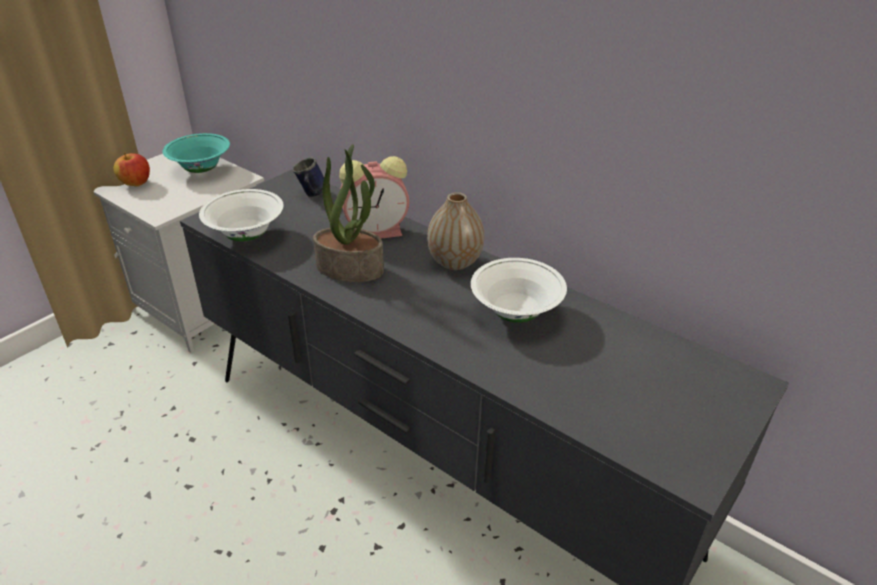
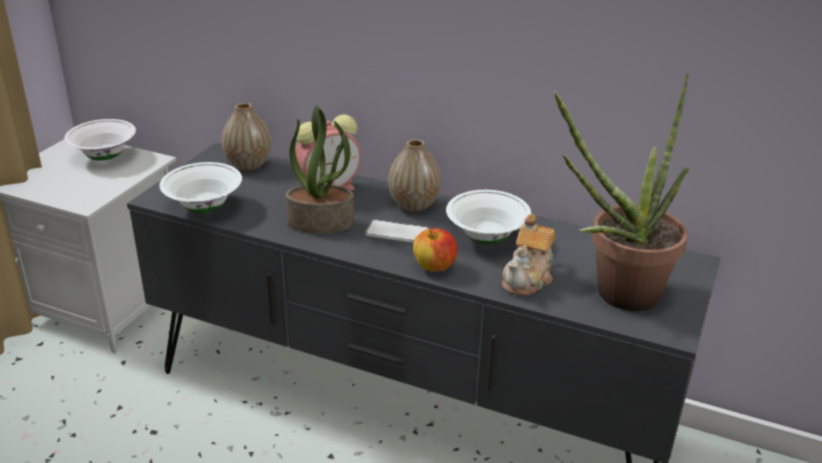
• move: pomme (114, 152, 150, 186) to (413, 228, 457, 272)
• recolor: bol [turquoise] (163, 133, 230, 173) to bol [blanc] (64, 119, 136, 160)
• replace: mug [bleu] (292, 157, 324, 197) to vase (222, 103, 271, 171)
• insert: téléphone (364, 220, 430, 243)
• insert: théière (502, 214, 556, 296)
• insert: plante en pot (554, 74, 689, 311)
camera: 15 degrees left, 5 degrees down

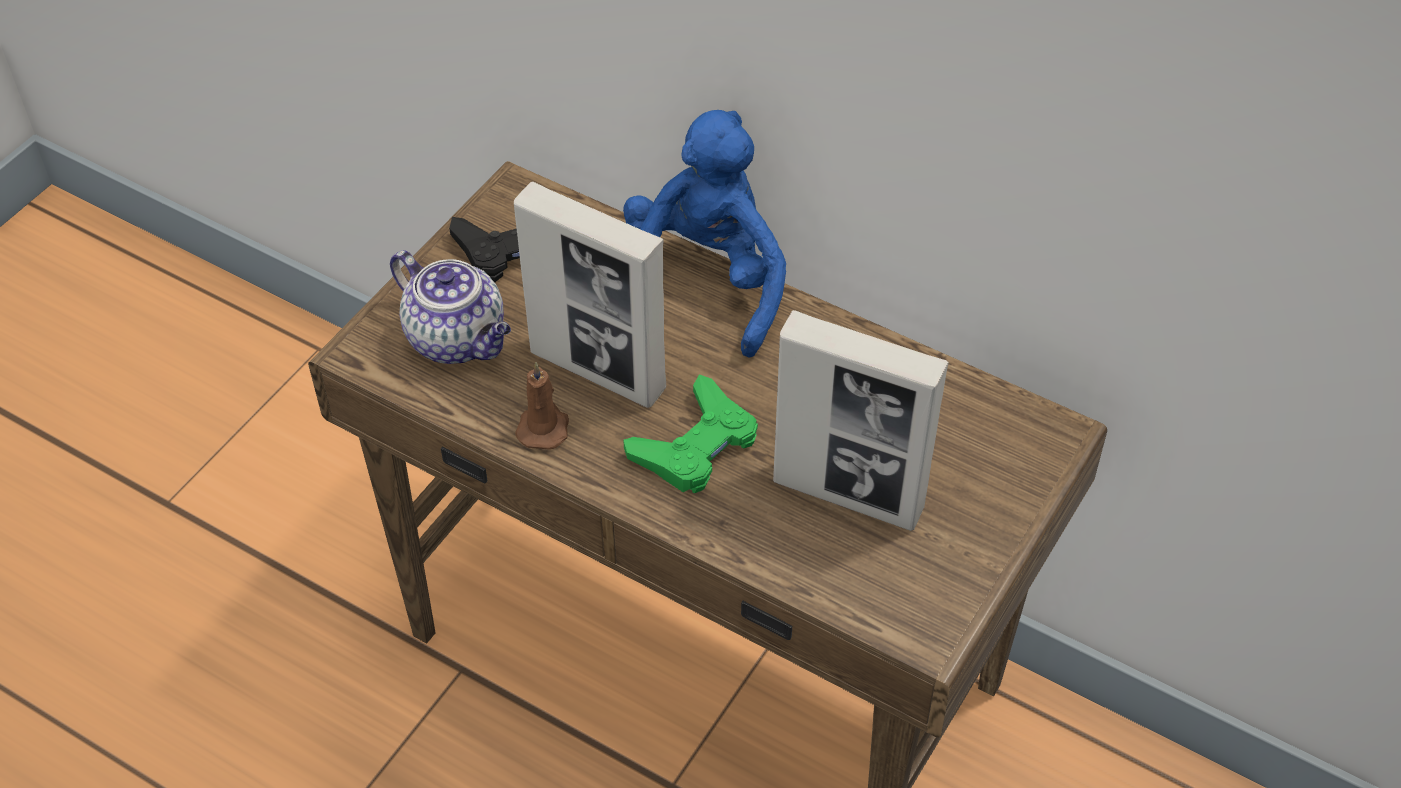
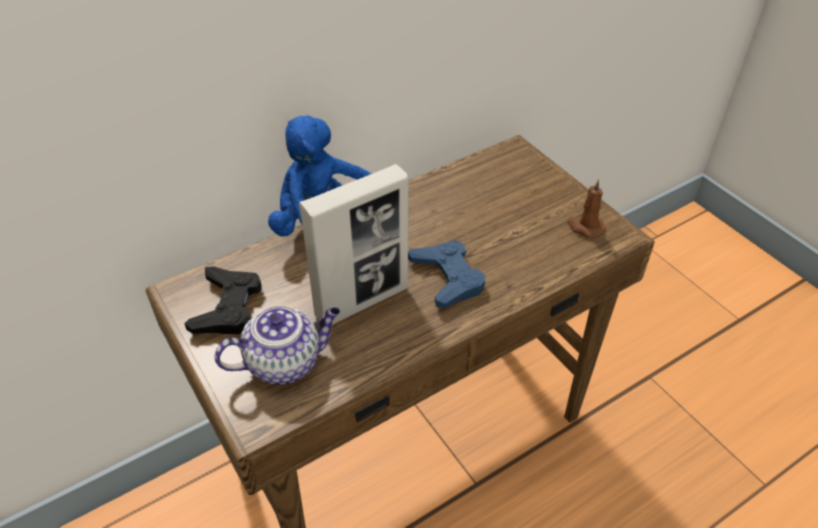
• move: bougie [marron] (515, 362, 569, 450) to (567, 179, 606, 238)
• recolor: manette [vert] (623, 374, 758, 493) to manette [bleu] (408, 240, 485, 308)
• delete: cadre photo (773, 310, 949, 531)
camera: 65 degrees left, 5 degrees down

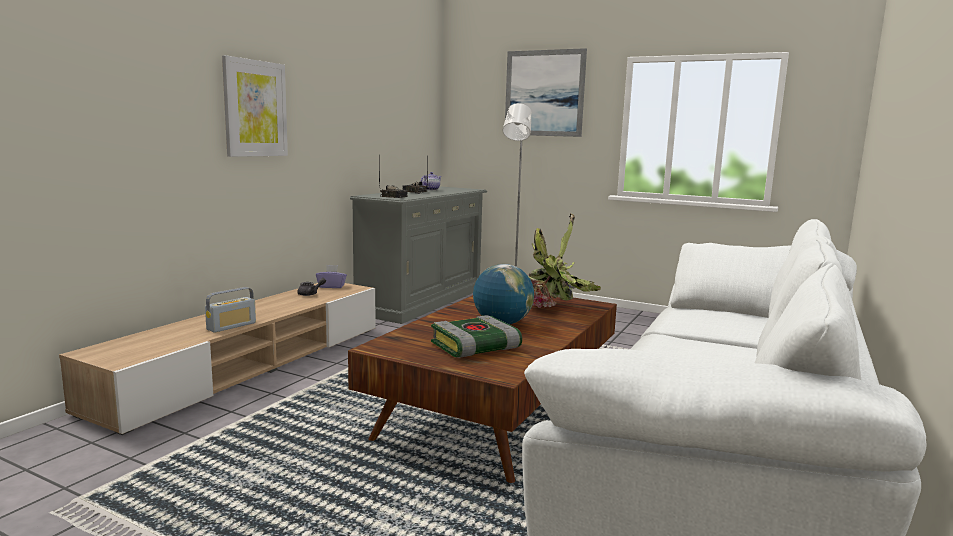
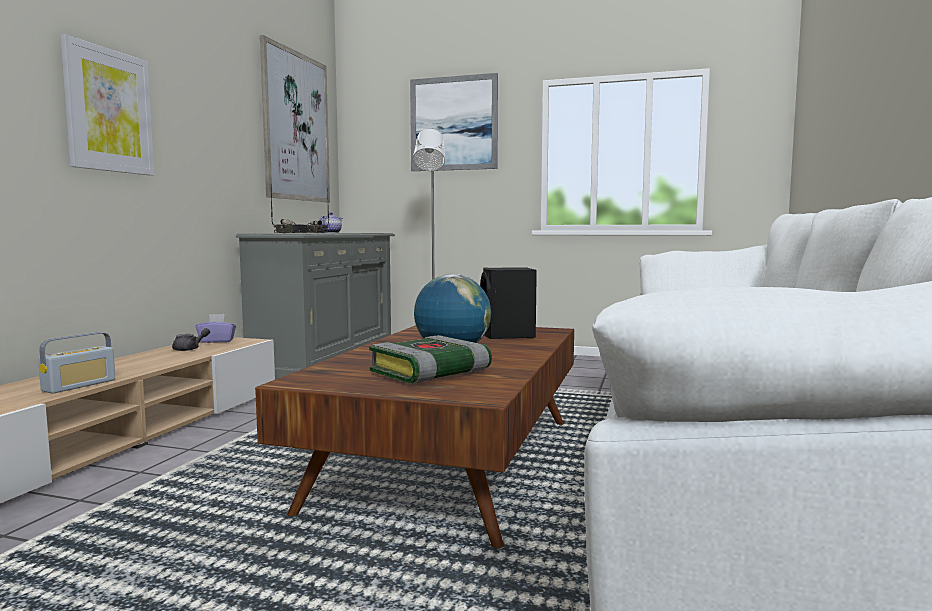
• replace: plante en pot (528, 213, 601, 308) to enceinte [noir] (480, 267, 537, 339)
• insert: tableau (260, 35, 330, 203)
camera: 10 degrees left, 5 degrees down

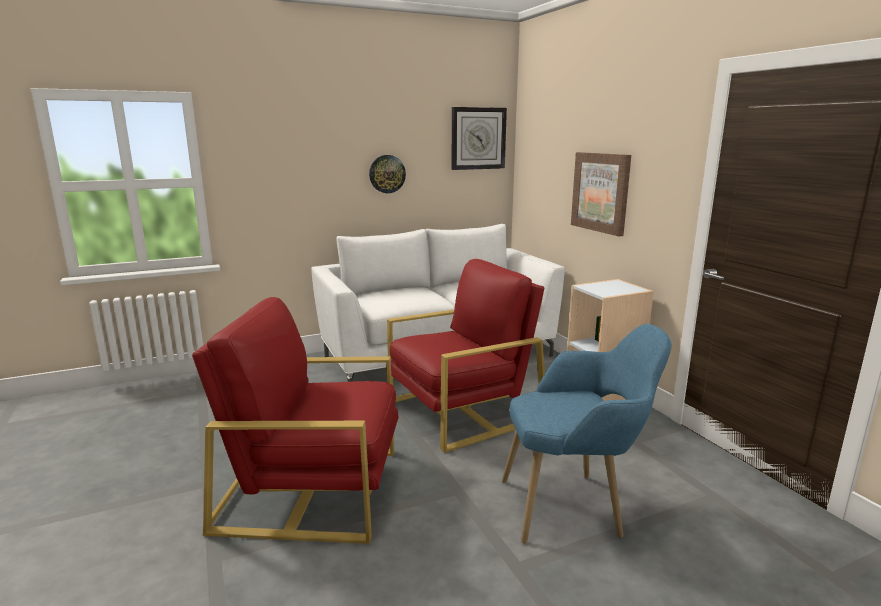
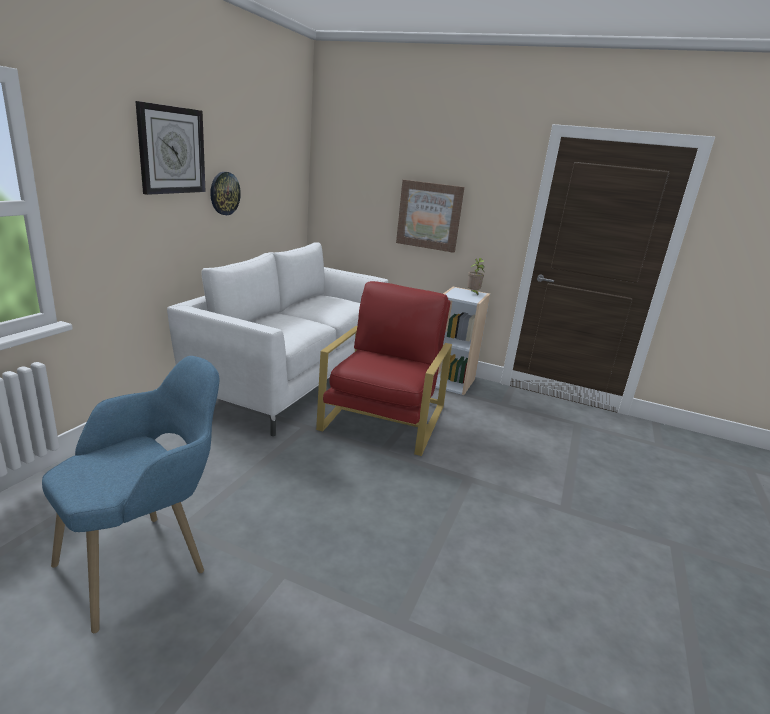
• delete: fauteuil [rouge] (192, 297, 398, 544)
• move: horloge murale (451, 107, 507, 170) to (135, 101, 206, 195)
• move: fauteuil [bleu] (502, 324, 671, 544) to (42, 356, 219, 633)
• insert: plante en pot (467, 258, 485, 294)
camera: 45 degrees left, 5 degrees up

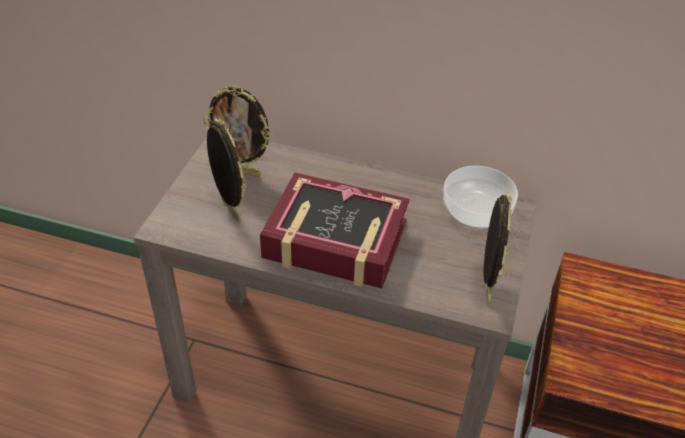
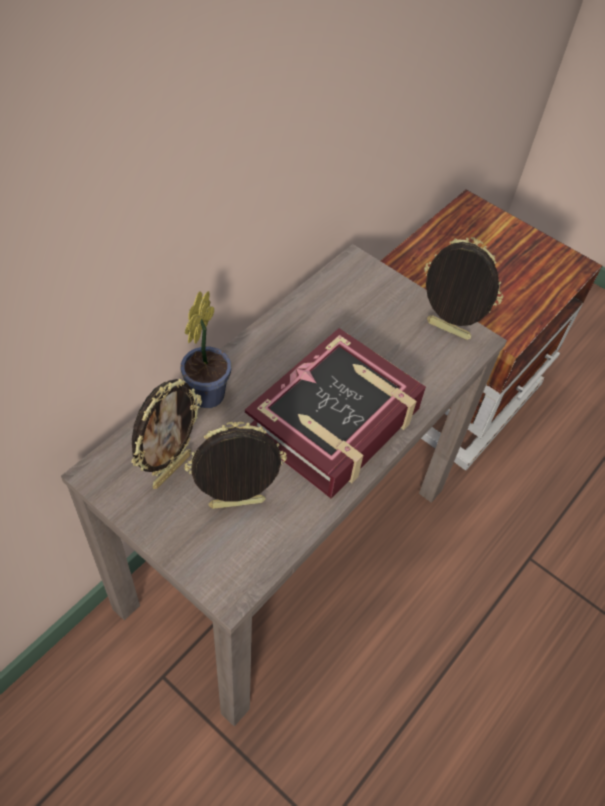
• delete: bol (443, 166, 518, 229)
• insert: plante en pot (181, 291, 231, 408)
camera: 70 degrees left, 10 degrees up

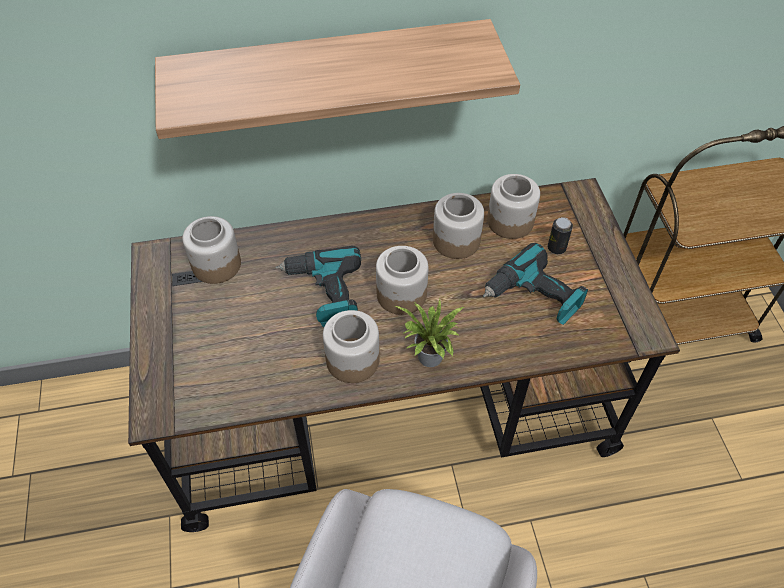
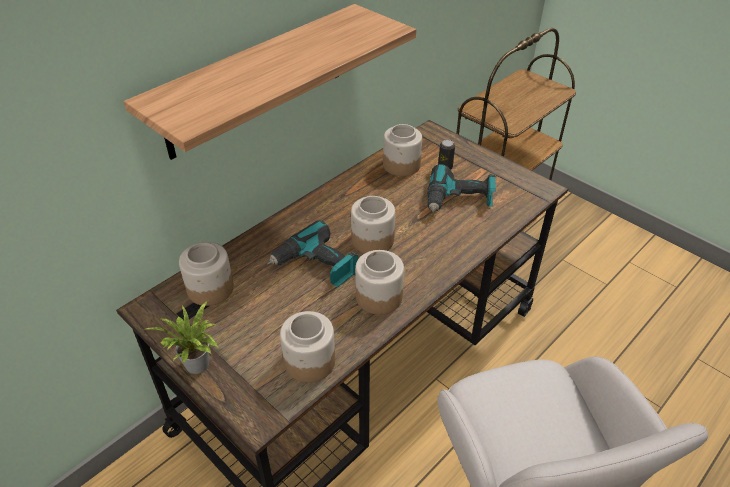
• move: plante en pot (395, 299, 464, 367) to (143, 301, 218, 374)
• move: bocal (433, 193, 484, 259) to (280, 311, 335, 383)
camera: 35 degrees left, 10 degrees down

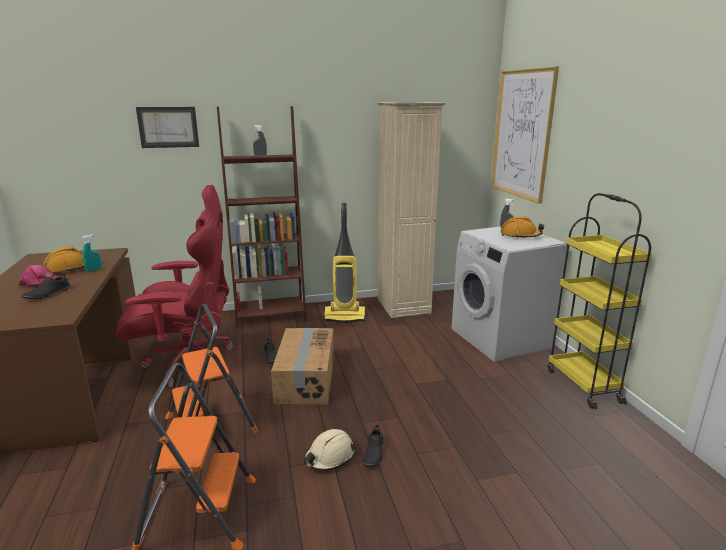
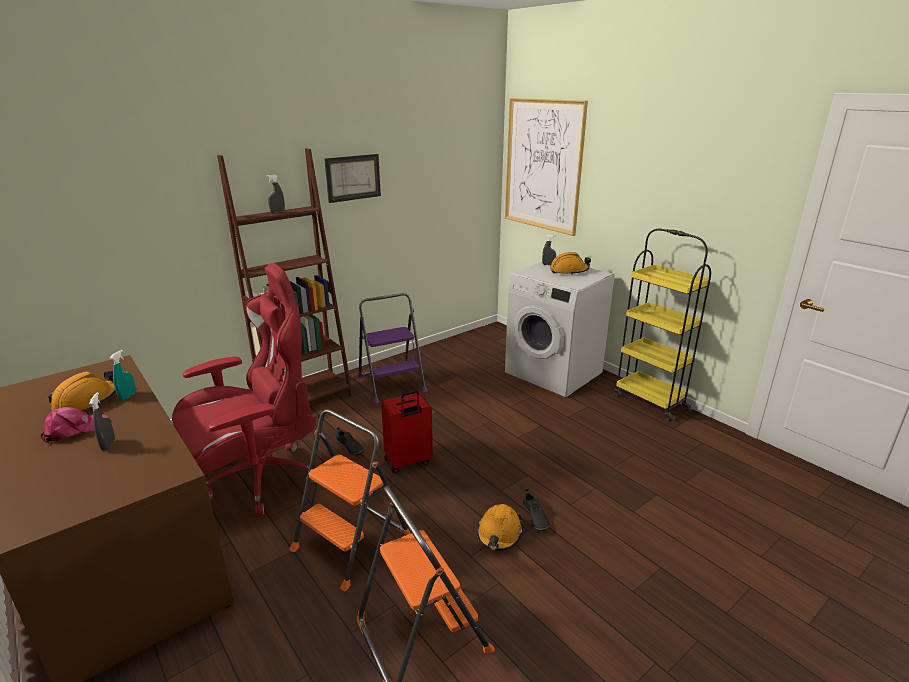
• replace: chaussure [noir] (21, 273, 71, 299) to vaporisateur [gris] (89, 392, 115, 451)
• move: tableau (136, 107, 199, 148) to (324, 154, 381, 203)
• replace: carton (271, 328, 334, 405) to valise [rouge] (381, 390, 433, 473)
• recolor: casque de chantier [beige] (304, 429, 356, 471) to casque de chantier [orange] (477, 504, 523, 551)
• replace: aspirateur (323, 203, 365, 323) to escabeau [violet] (358, 293, 428, 403)
• delete: meuble de rangement [beige] (377, 102, 446, 318)
camera: 25 degrees left, 5 degrees up

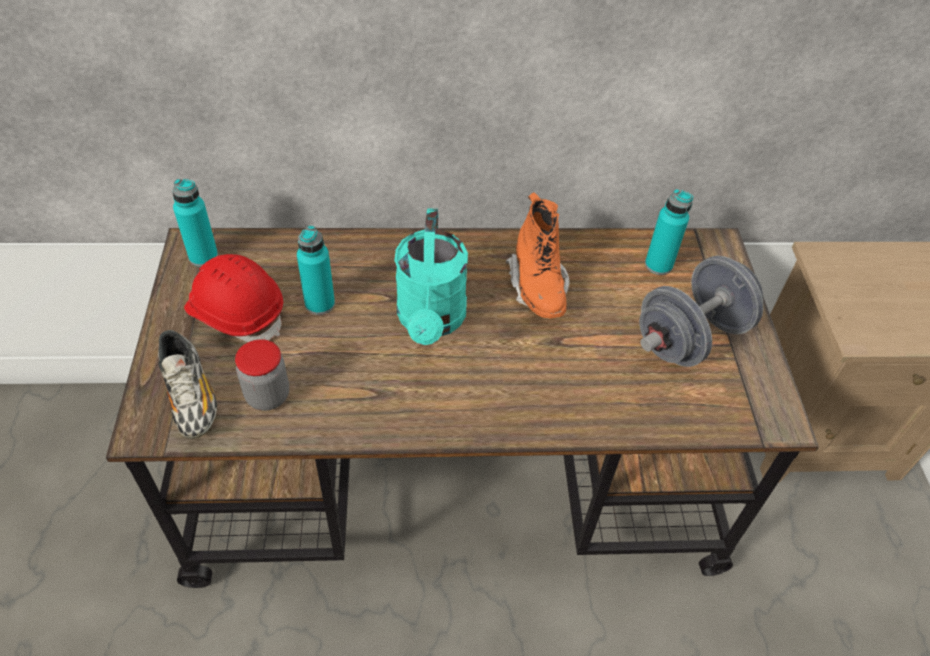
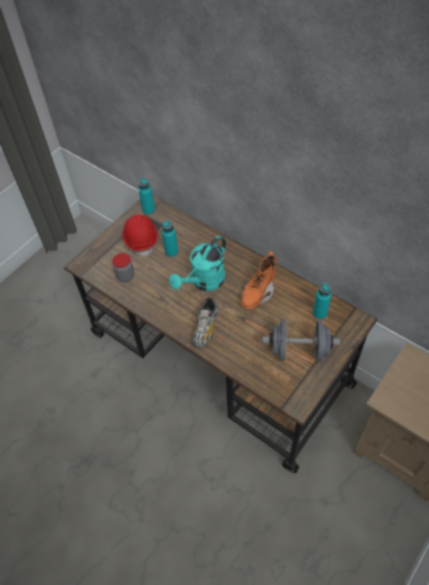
• move: chaussure (158, 330, 217, 439) to (192, 297, 219, 347)
camera: 45 degrees right, 5 degrees up

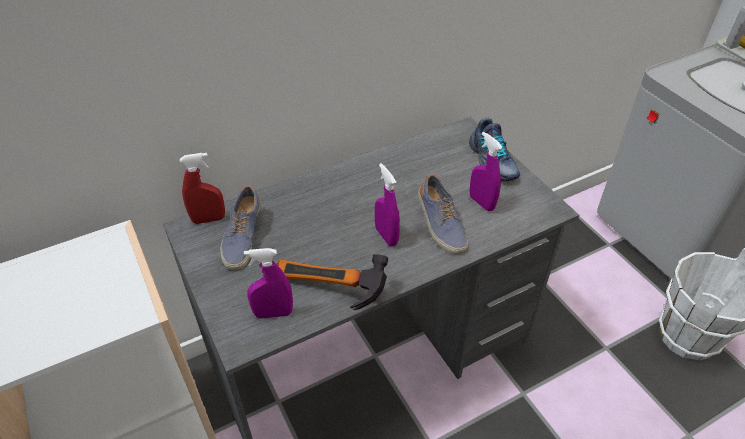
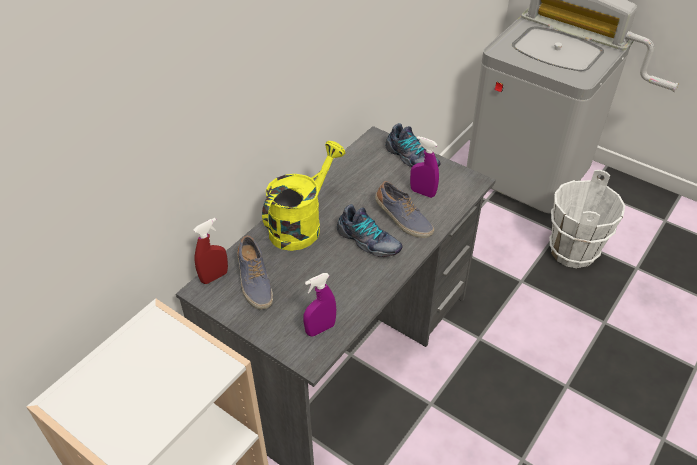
• delete: marteau (277, 254, 388, 310)
• replace: vaporisateur [violet] (375, 163, 400, 246) to chaussure (337, 204, 403, 257)
• insert: arrosoir [jaune] (262, 141, 345, 251)
camera: 25 degrees left, 0 degrees up

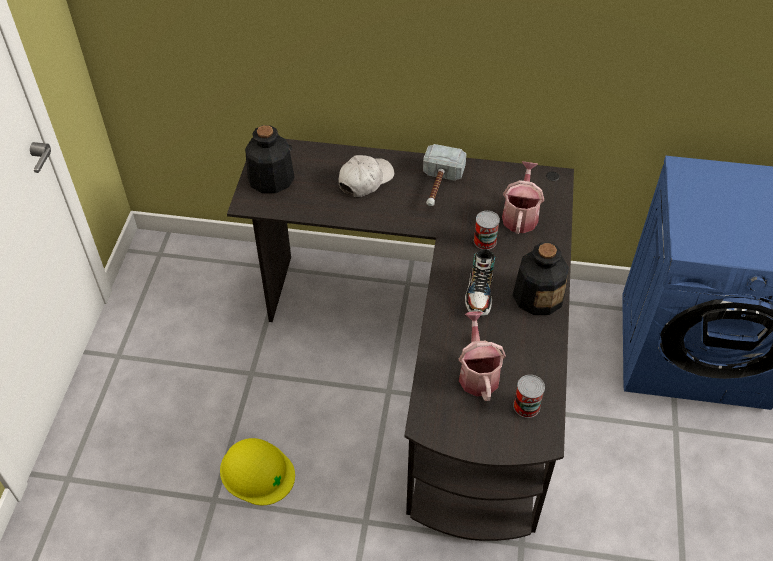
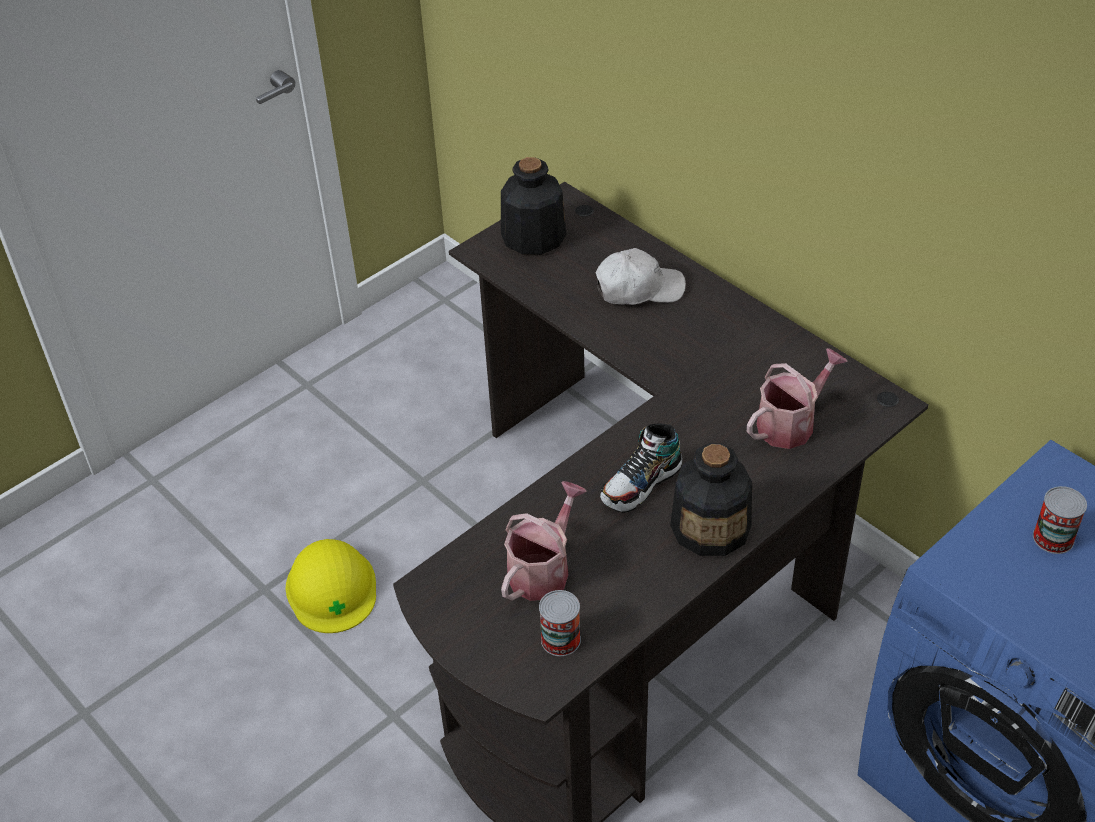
• delete: marteau (423, 144, 467, 206)
• move: boîte métallique (474, 211, 500, 250) to (1033, 486, 1087, 554)
camera: 40 degrees right, 5 degrees down

